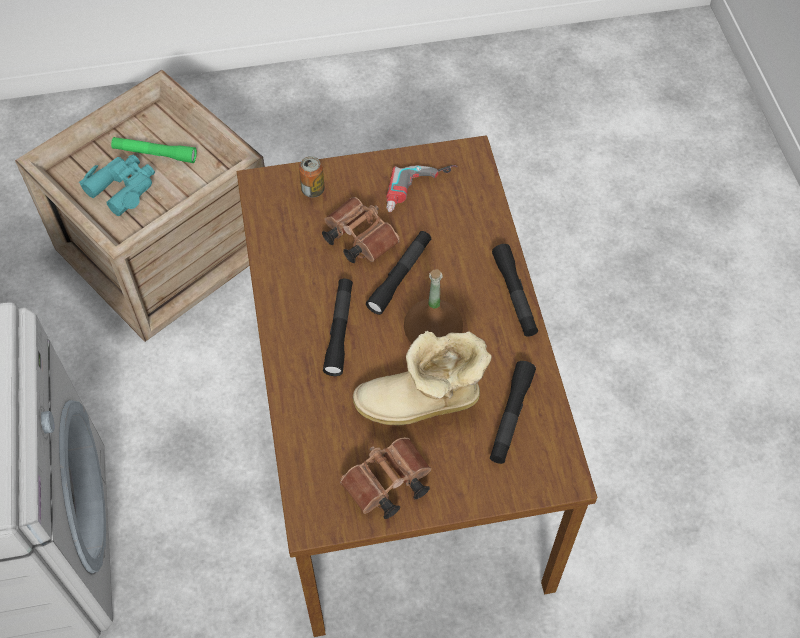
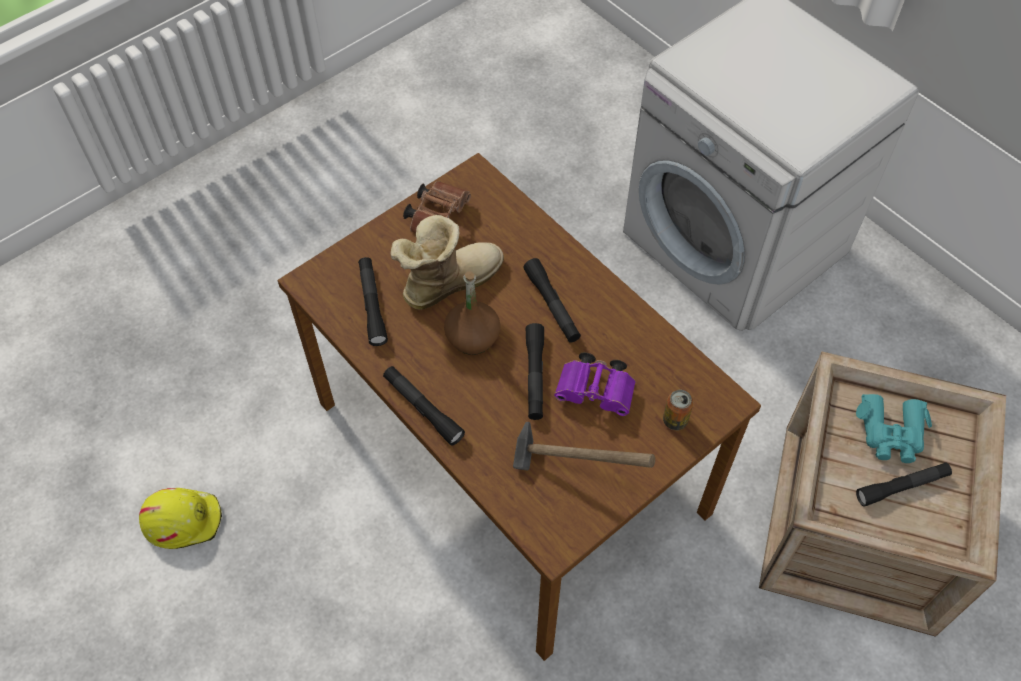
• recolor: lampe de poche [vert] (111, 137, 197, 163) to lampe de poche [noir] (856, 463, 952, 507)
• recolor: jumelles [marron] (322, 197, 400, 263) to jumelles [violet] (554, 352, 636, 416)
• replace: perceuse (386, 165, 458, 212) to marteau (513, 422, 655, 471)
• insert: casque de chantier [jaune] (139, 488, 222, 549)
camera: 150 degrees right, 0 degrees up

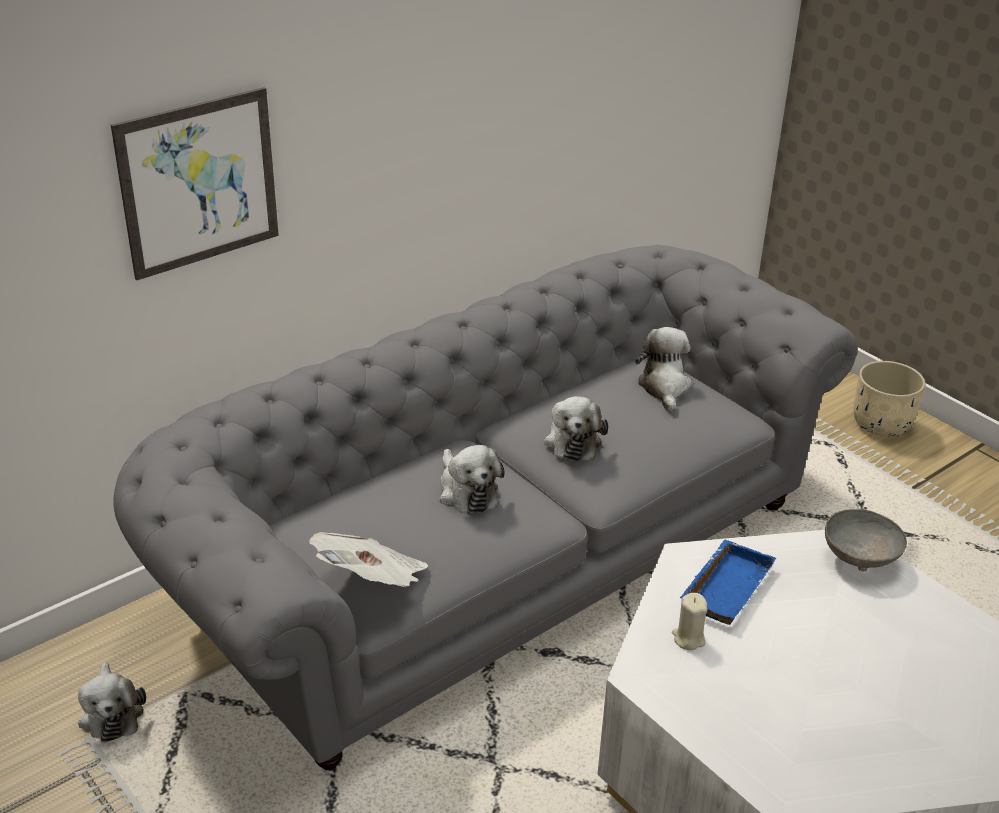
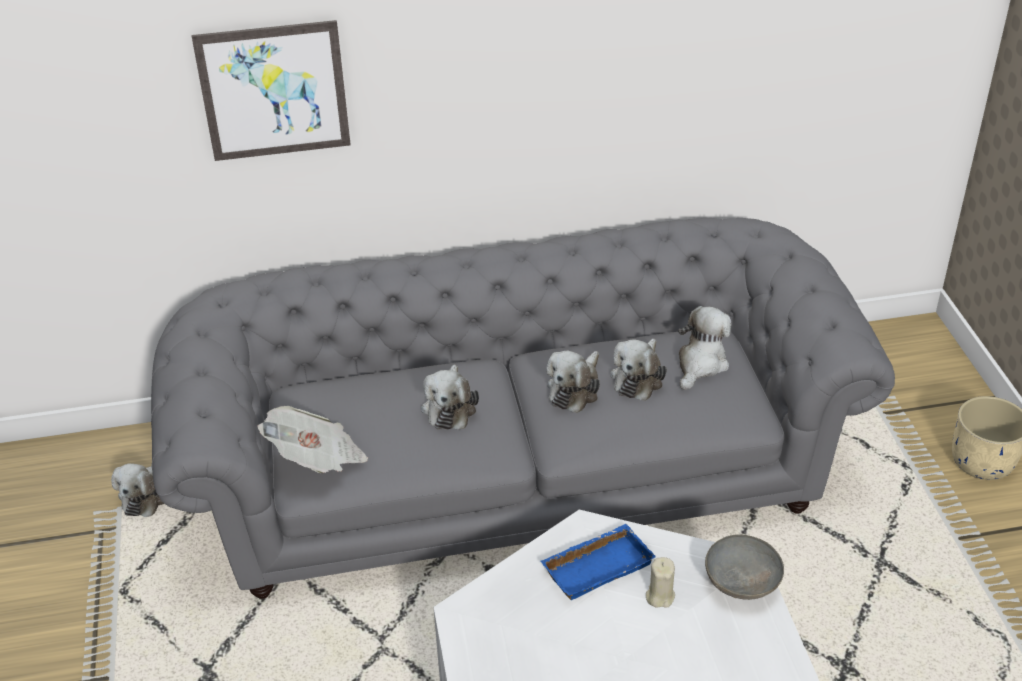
• move: bougie [beige] (672, 593, 707, 650) to (646, 557, 675, 608)
• insert: peluche (610, 338, 667, 401)
camera: 30 degrees right, 5 degrees up

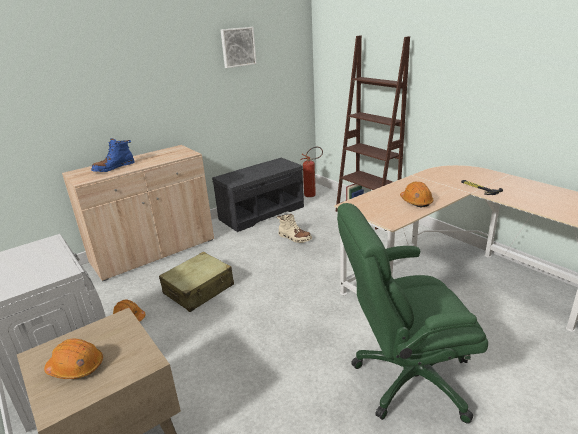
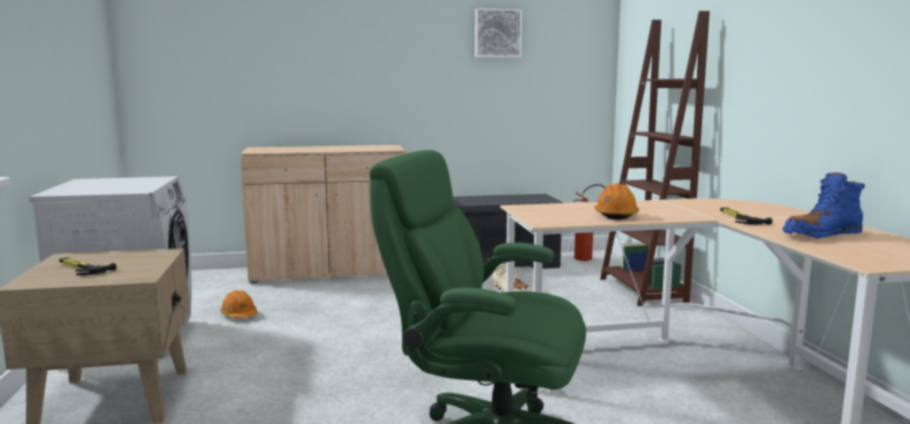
• replace: casque de chantier [orange] (44, 339, 103, 379) to marteau (59, 257, 117, 275)
• move: botte [bleu] (91, 138, 135, 172) to (782, 172, 865, 238)
• delete: valise [beige] (159, 252, 234, 312)
camera: 25 degrees right, 15 degrees down

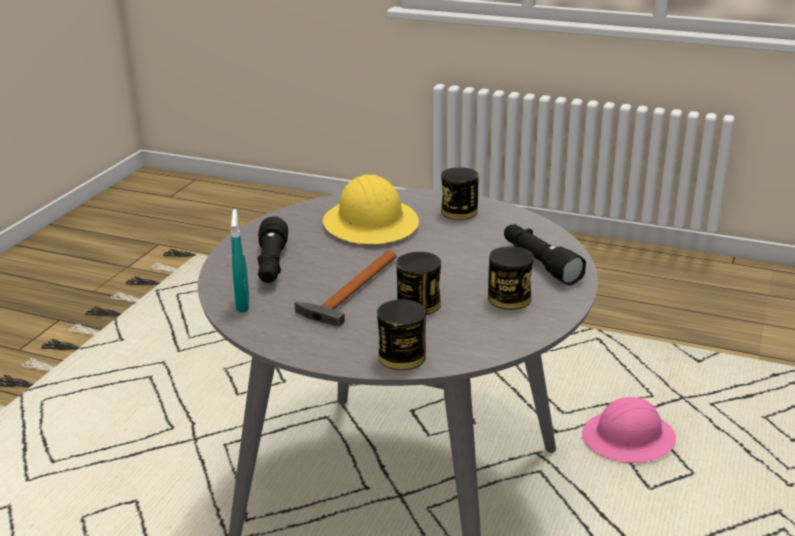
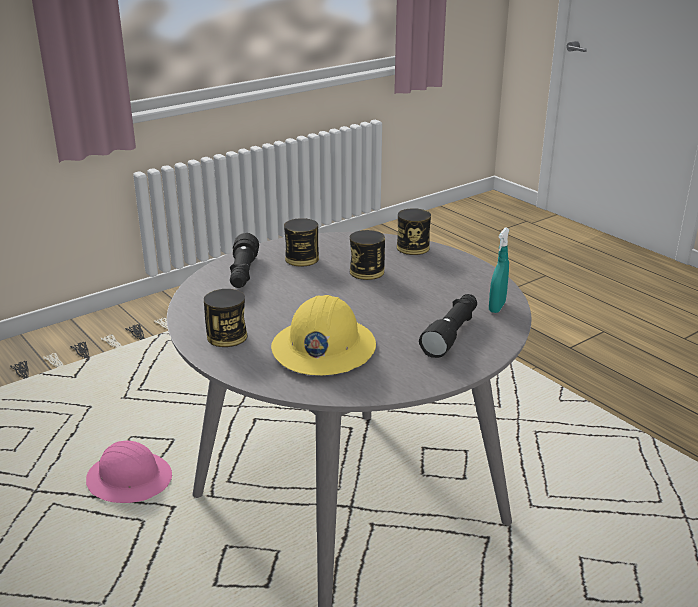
• delete: marteau (294, 251, 397, 327)
camera: 150 degrees left, 0 degrees up

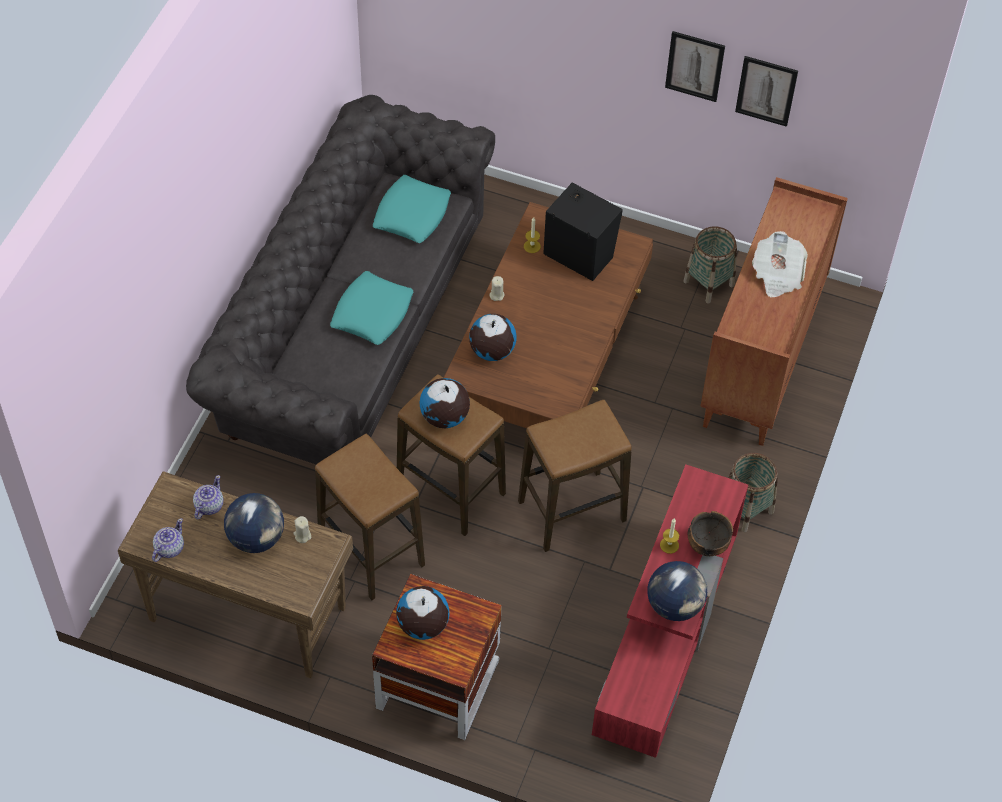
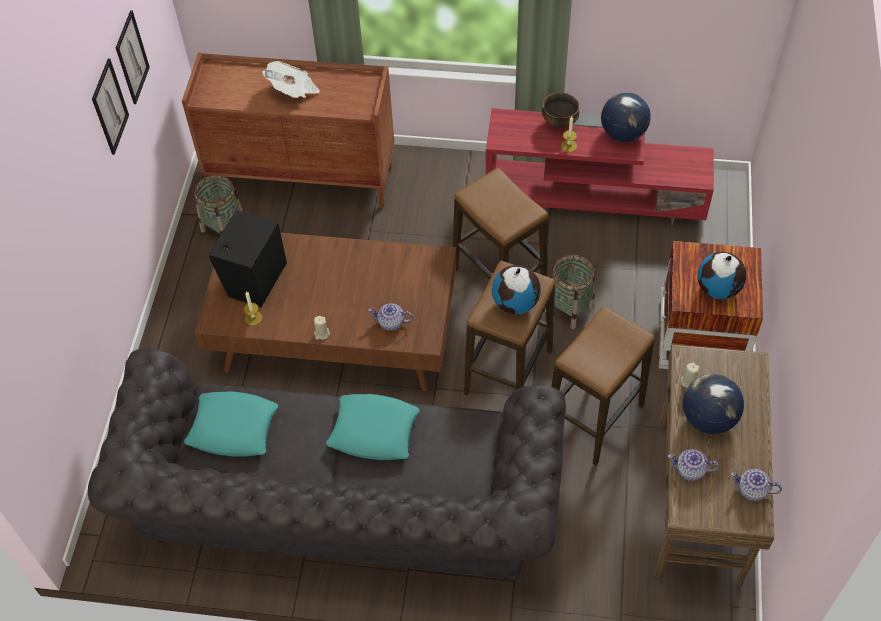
• replace: globe (469, 314, 517, 361) to théière (368, 303, 413, 331)
• move: panier (729, 453, 778, 533) to (545, 255, 595, 329)
camera: 100 degrees left, 0 degrees up

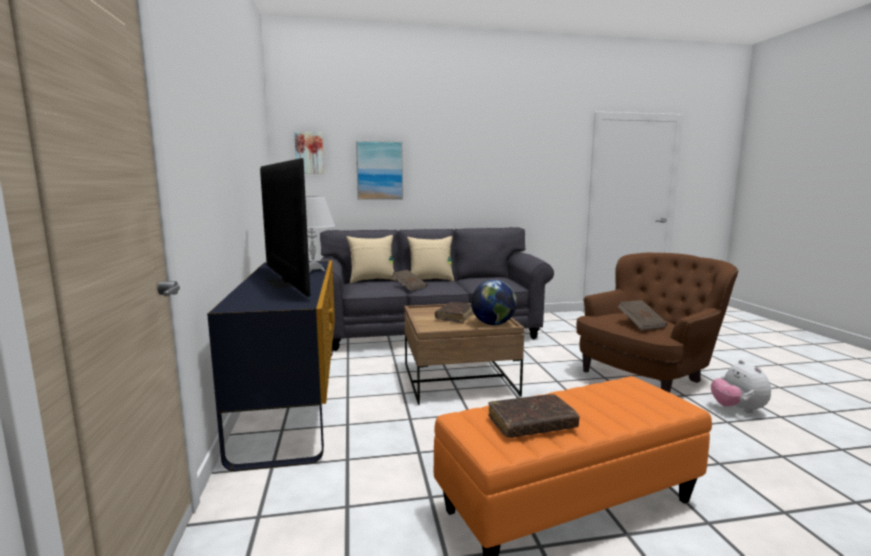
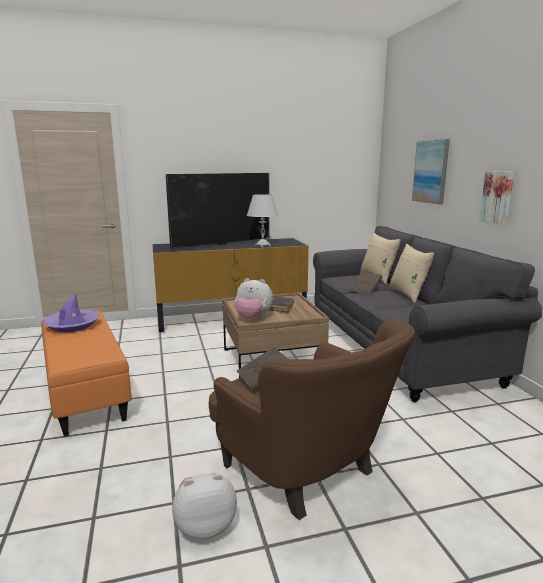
• move: tableau (294, 132, 324, 174) to (479, 171, 515, 225)
• replace: globe (471, 280, 517, 325) to peluche (235, 278, 273, 319)
• replace: livre [marron] (488, 394, 580, 438) to chapeau [violet] (43, 294, 99, 332)
camera: 85 degrees right, 5 degrees up

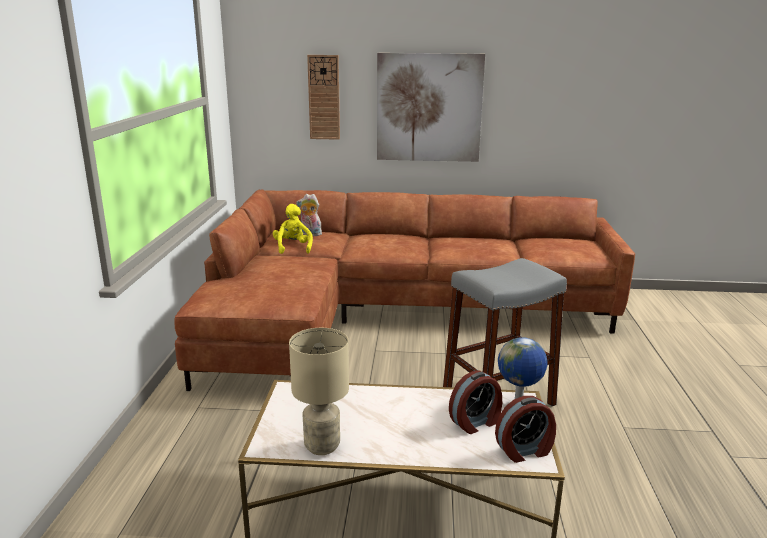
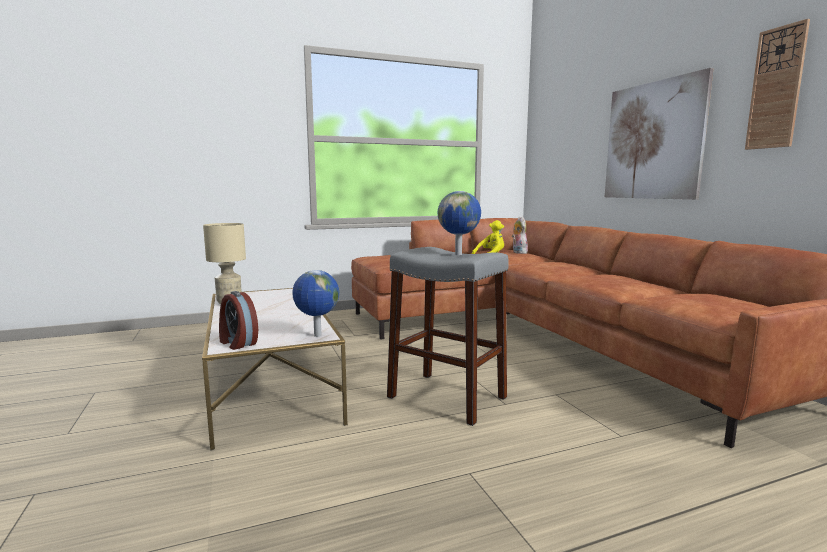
• move: horloge murale (307, 55, 340, 140) to (745, 19, 810, 150)
• delete: réveil (449, 371, 502, 434)
• insert: globe (438, 191, 481, 255)
camera: 65 degrees right, 10 degrees down

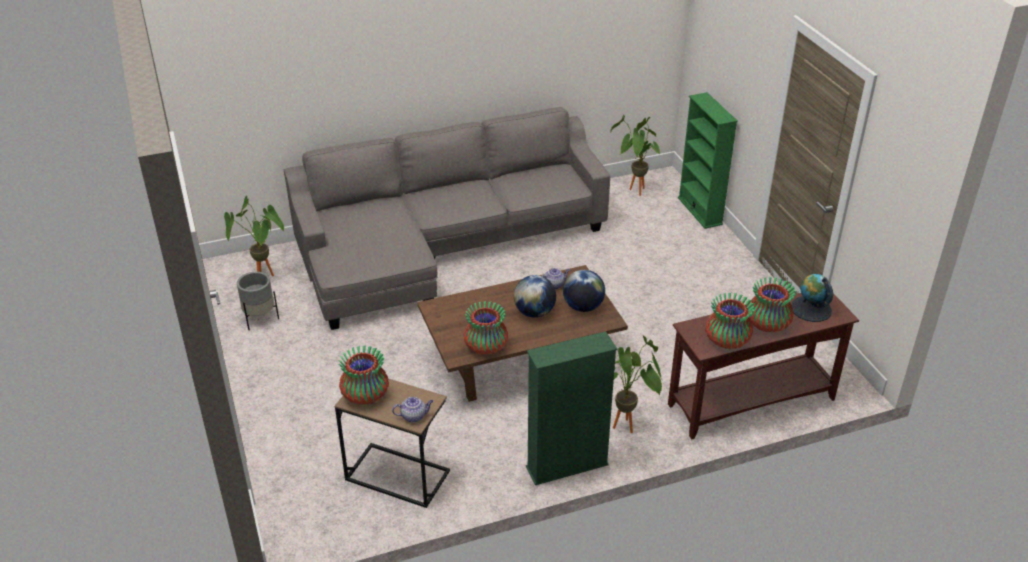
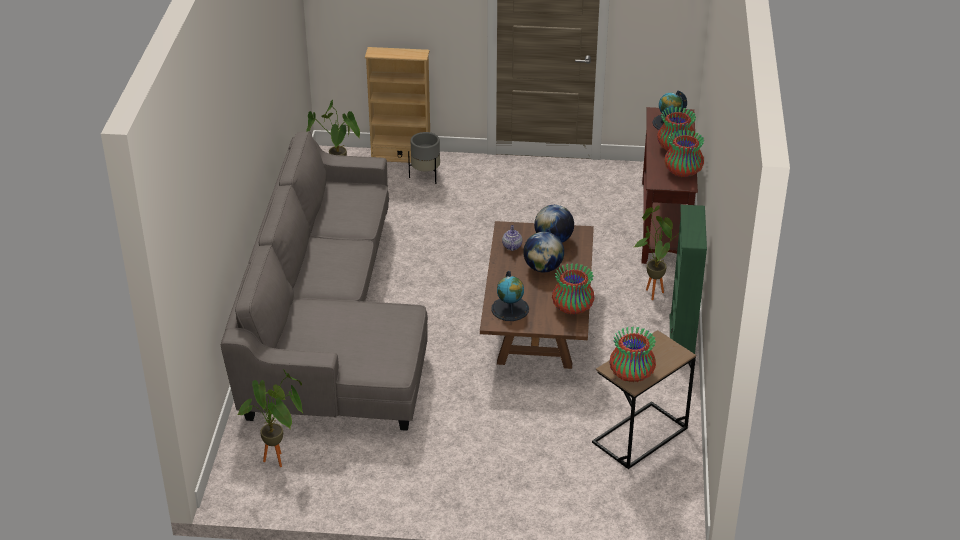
• move: cache-pot [gris] (237, 272, 279, 330) to (408, 132, 440, 184)
• delete: théière (392, 397, 433, 423)
• recolor: bibliothèque [vert] (678, 92, 738, 229) to bibliothèque [beige] (365, 47, 430, 163)
• insert: globe (491, 271, 529, 321)
camera: 65 degrees left, 0 degrees up

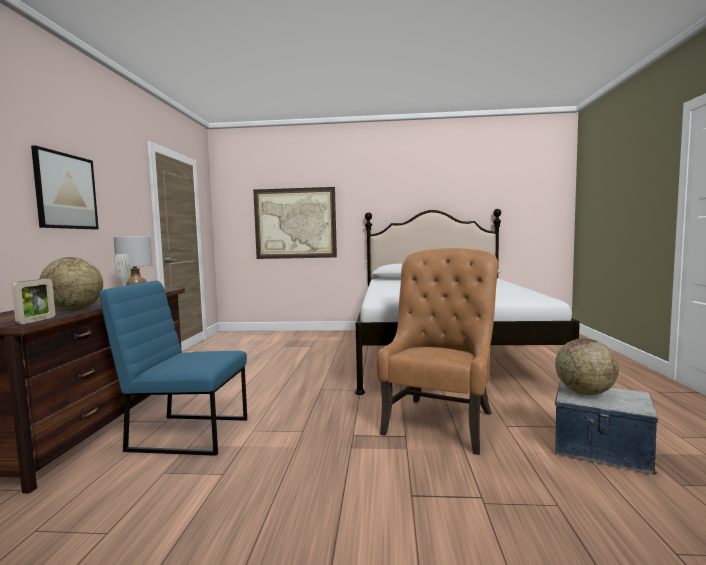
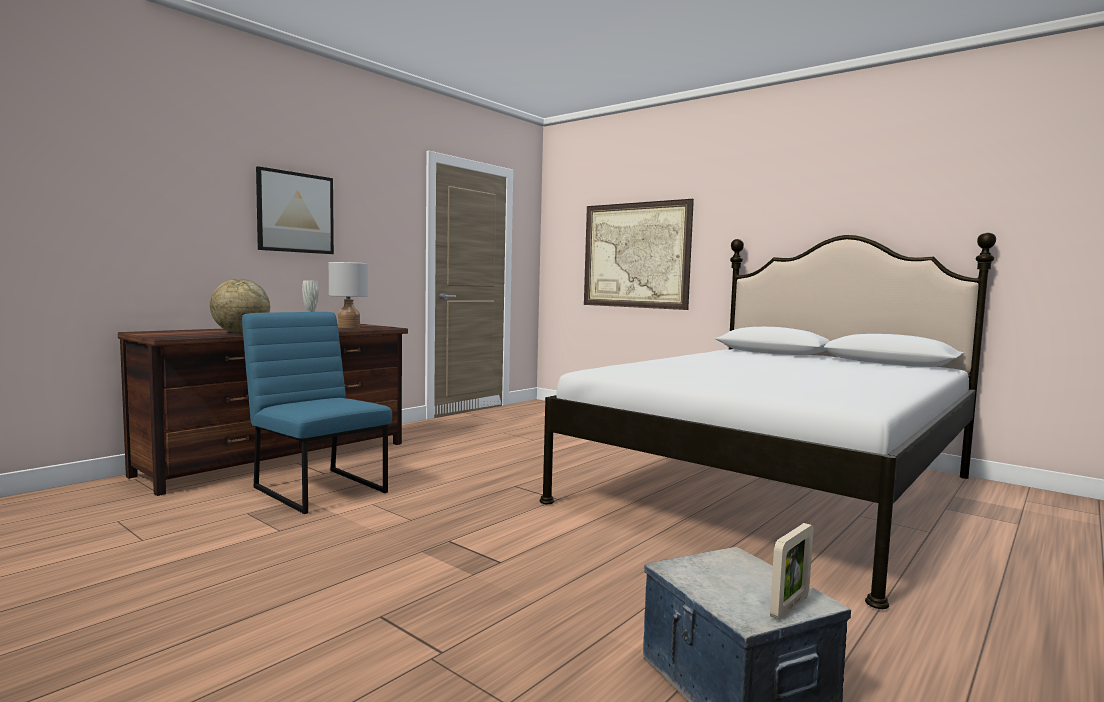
• move: cadre photo (12, 279, 55, 324) to (770, 523, 813, 620)
• delete: chaise [marron] (376, 248, 498, 455)
• delete: globe (555, 338, 619, 395)
camera: 35 degrees right, 0 degrees up

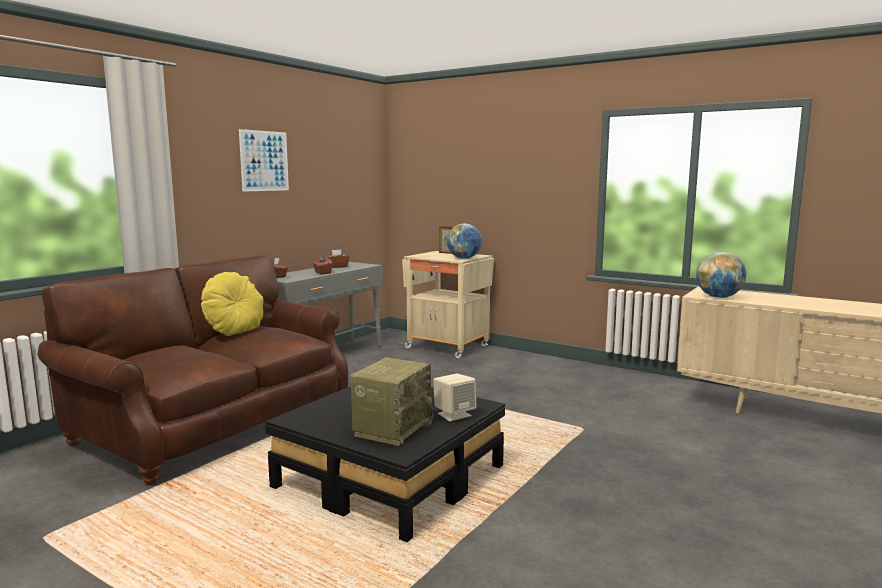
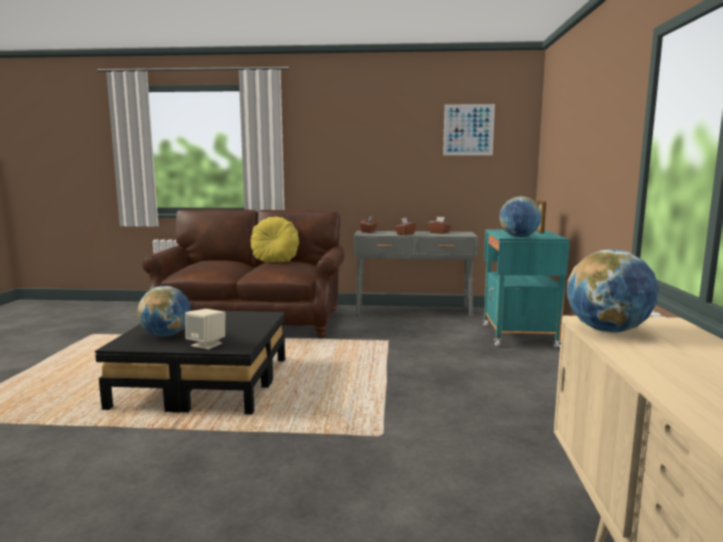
• move: tableau (239, 129, 289, 192) to (443, 104, 495, 155)
• replace: radio (351, 357, 434, 446) to globe (137, 286, 191, 337)
• recolor: chariot [beige] (402, 251, 494, 358) to chariot [turquoise] (483, 229, 570, 347)
camera: 60 degrees right, 0 degrees up

